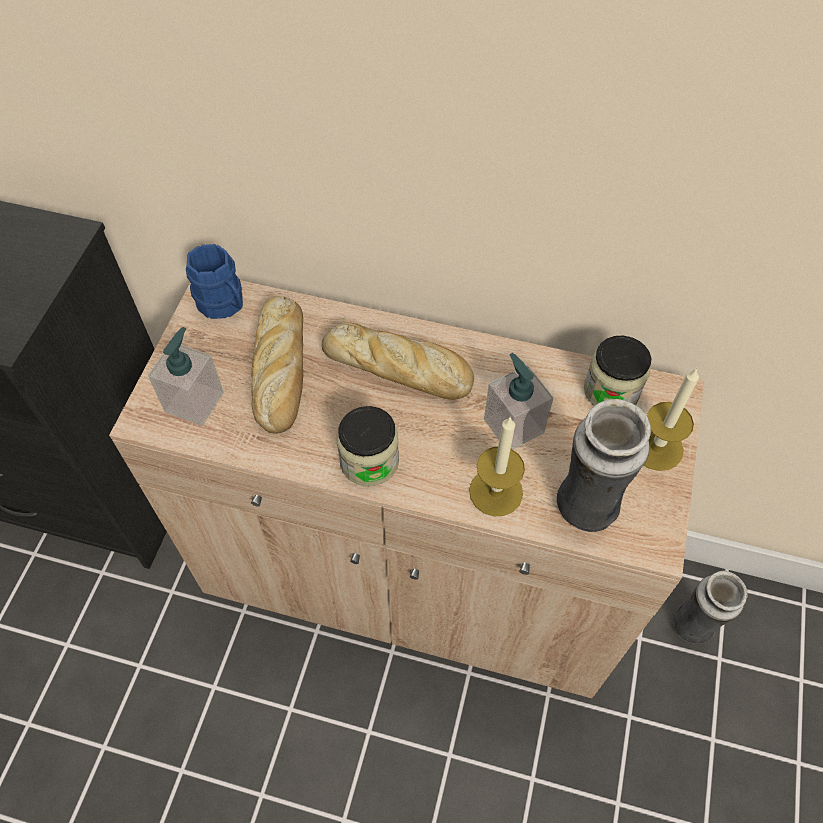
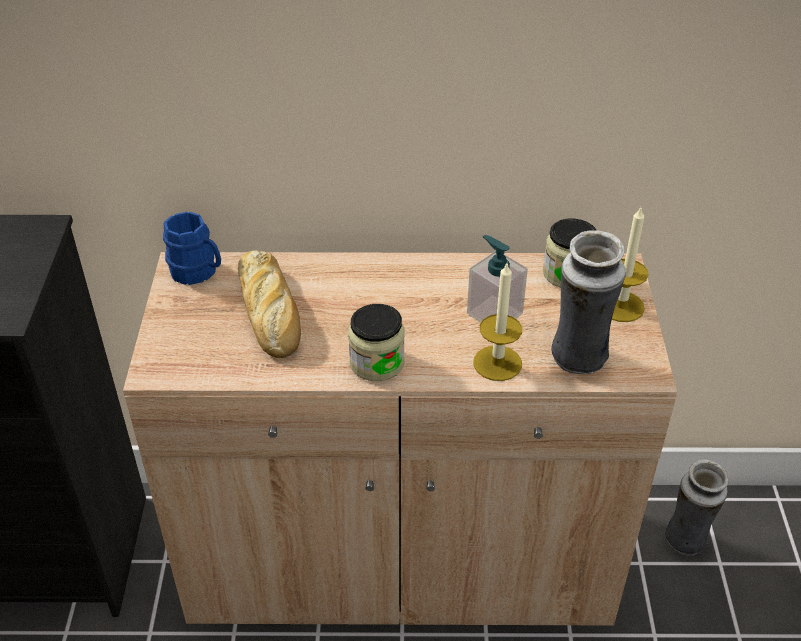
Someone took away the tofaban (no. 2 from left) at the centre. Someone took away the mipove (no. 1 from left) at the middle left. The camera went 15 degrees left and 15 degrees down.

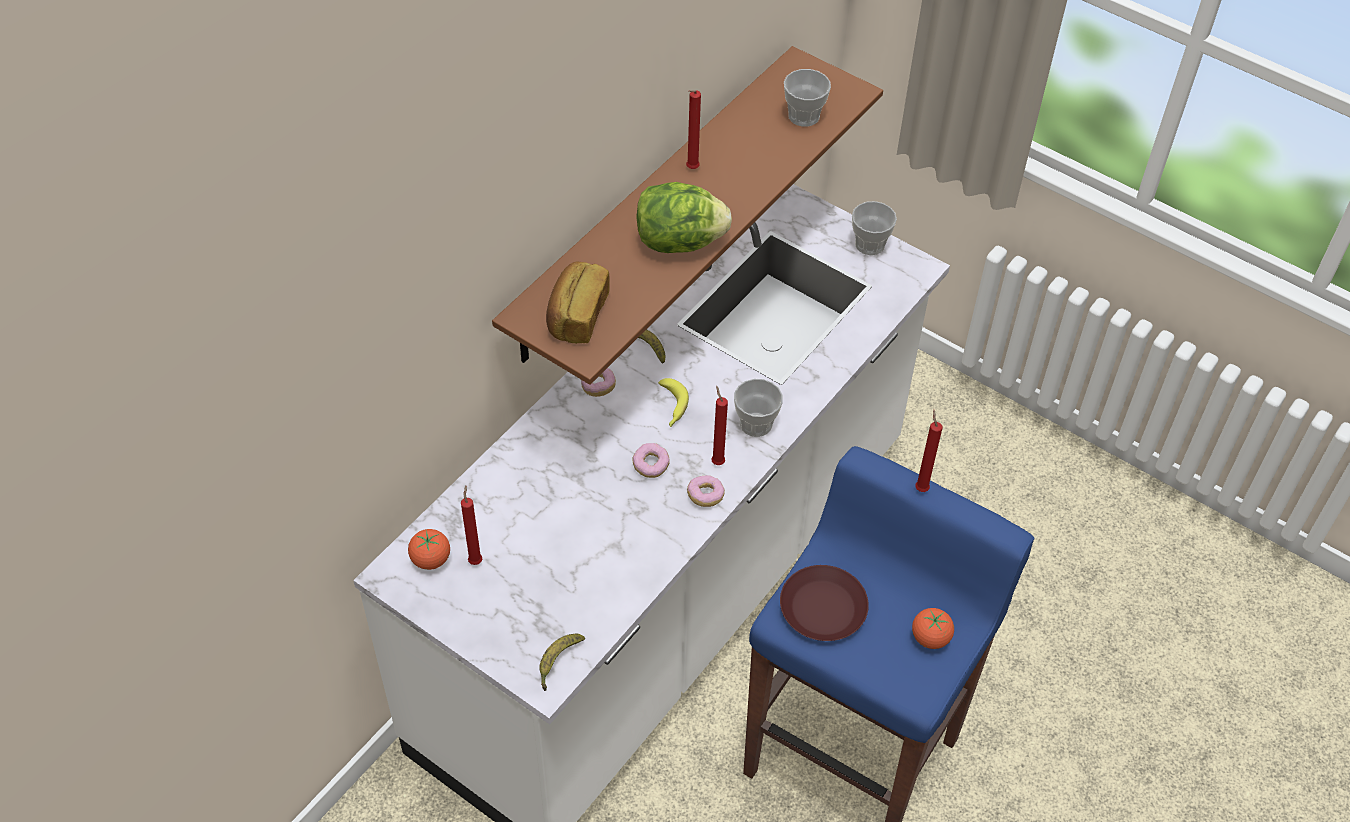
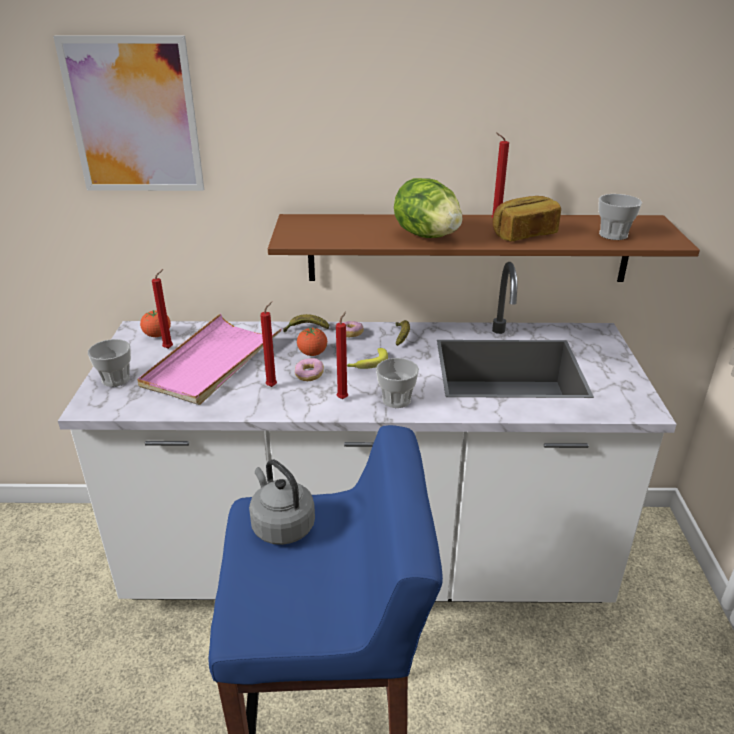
Someone carried the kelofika (no. 3 from left in the first image) from the top centre to the middle left. Someone carried the tofaban from the centre to the top right. Someone carried the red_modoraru (no. 4 from left in the first image) from the middle right to the centre. Someone took away the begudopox (no. 3 from left) at the centre. Someone swapped the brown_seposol at the bottom centre for the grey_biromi at the bottom centre. Someone carried the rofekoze (no. 2 from left) from the bottom right to the centre. Someone carried the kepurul (no. 1 from left) from the bottom centre to the centre. Someone put up the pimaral at the top left. Someone put down the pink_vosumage at the middle left. The camera went 55 degrees right and 20 degrees down.

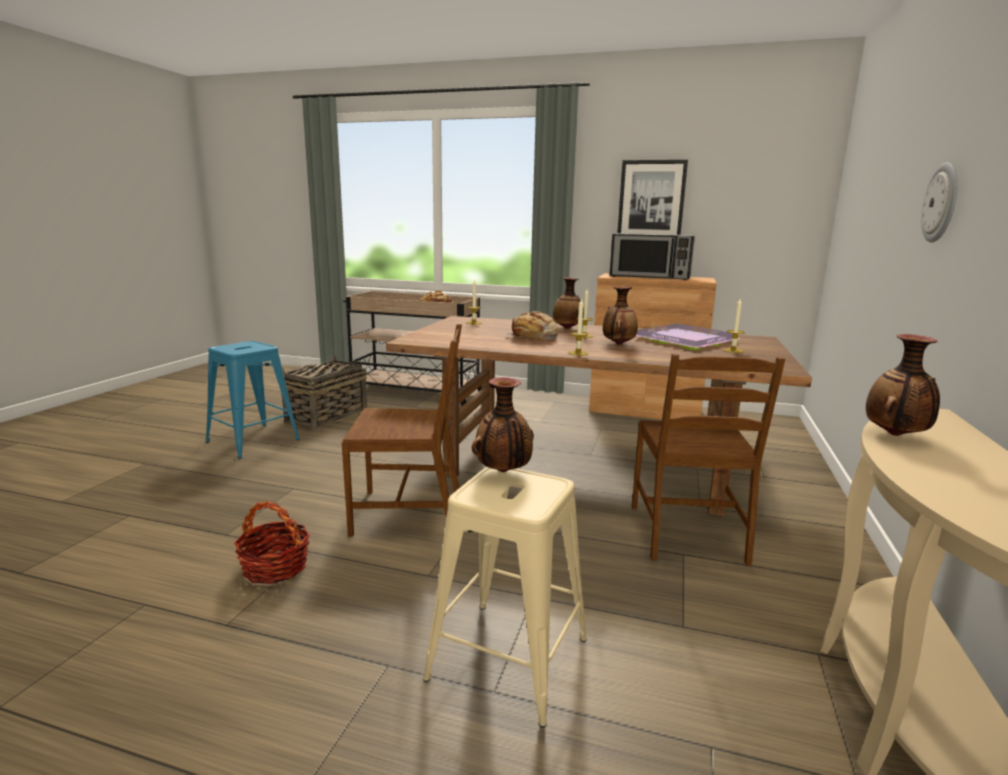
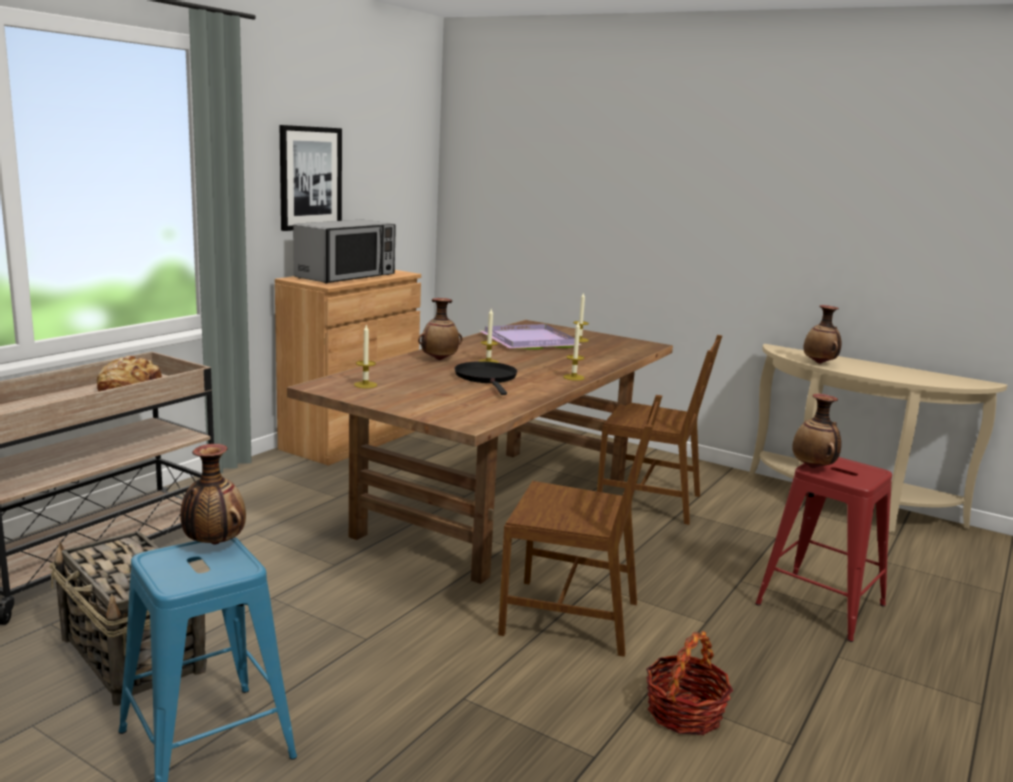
Someone took away the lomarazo at the top right. Someone carried the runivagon (no. 3 from left in the first image) from the centre to the middle left. Someone swapped the tofaban (no. 2 from left) at the centre for the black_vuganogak at the centre. Someone rotated the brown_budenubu (no. 1 from left) at the centre by 90 degrees clockwise. Someone repainted the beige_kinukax at the bottom centre, which became the red_kinukax at the bottom right. The camera went 75 degrees left and 0 degrees up.

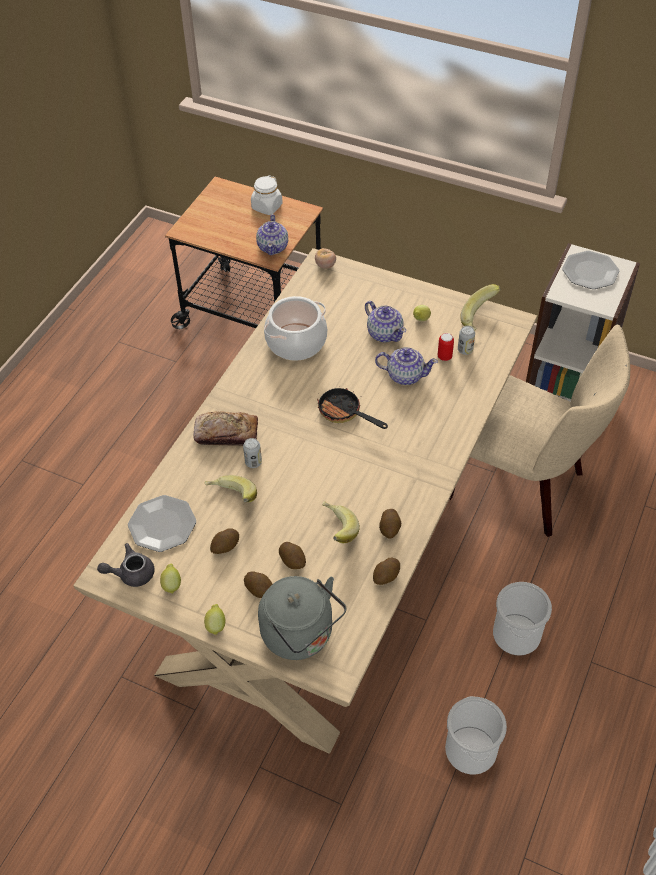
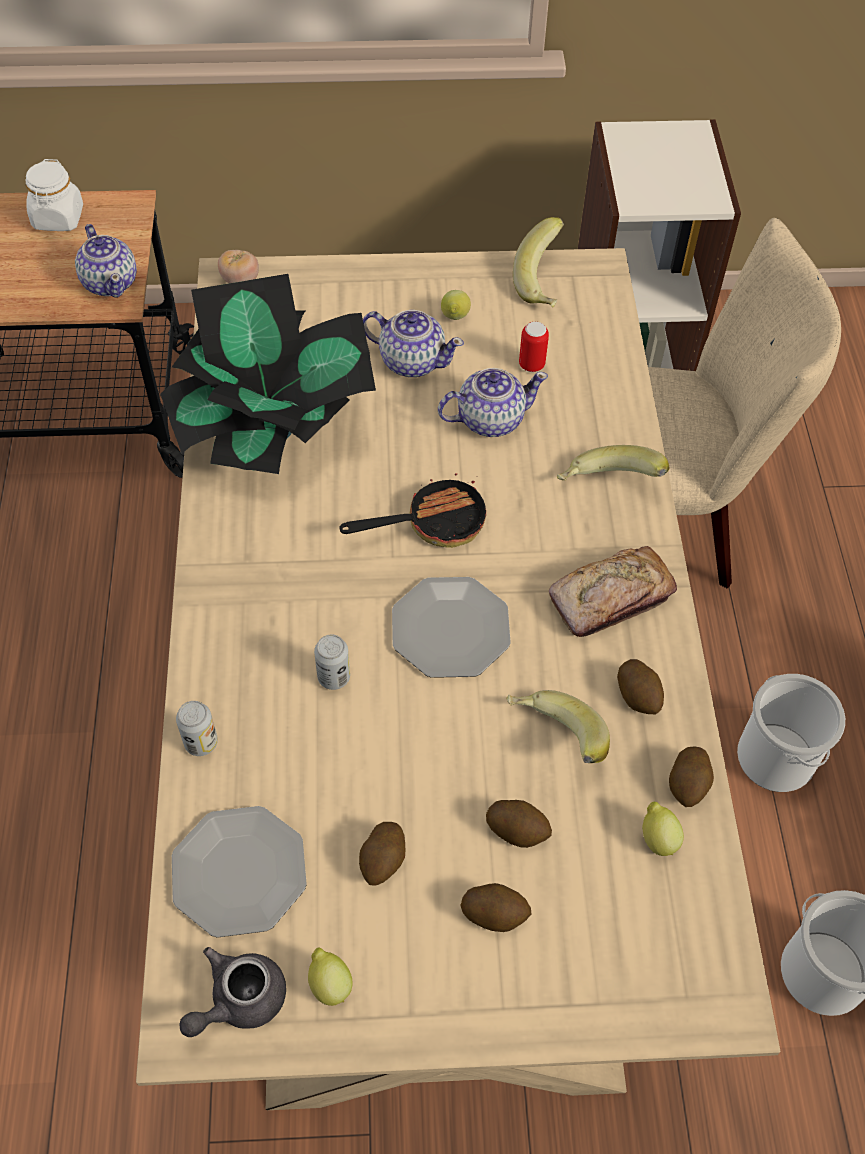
Someone carried the seposol (no. 2 from left) from the top right to the centre. Someone swapped the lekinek at the centre for the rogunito at the top left. Someone carried the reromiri (no. 3 from left in the first image) from the middle right to the middle left. Someone rotated the vuganogak at the centre by 150 degrees clockwise. Someone carried the tofaban from the centre to the middle right. Someone carried the kepurul (no. 1 from left in the first image) from the centre to the middle right. Someone took away the grey_biromi at the bottom centre. Someone carried the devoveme (no. 2 from left in the first image) from the bottom left to the bottom right. The camera went 30 degrees left and 5 degrees up.

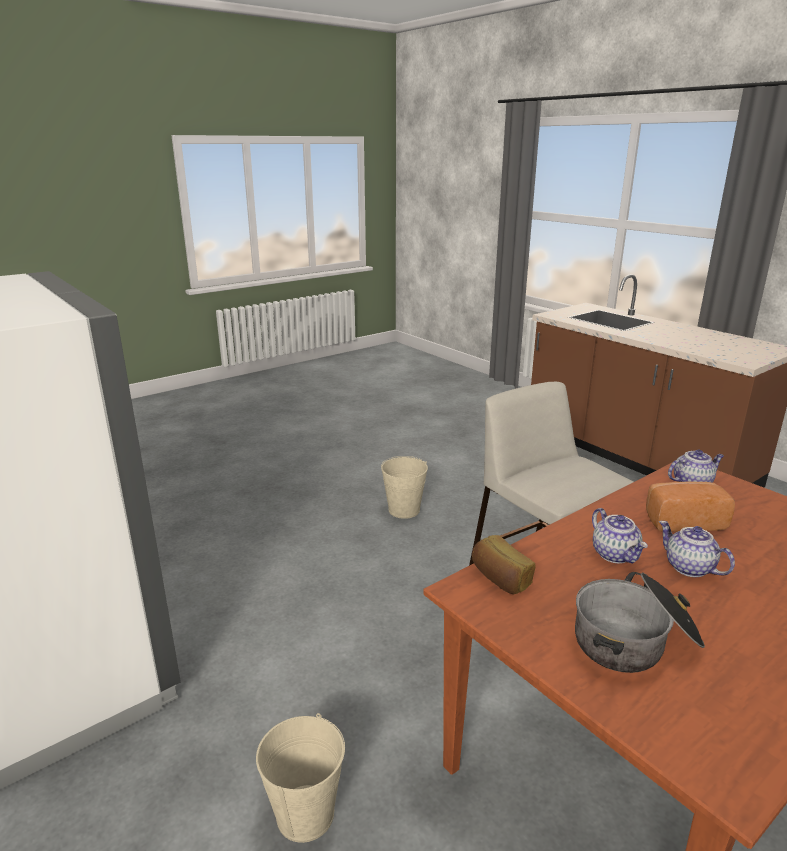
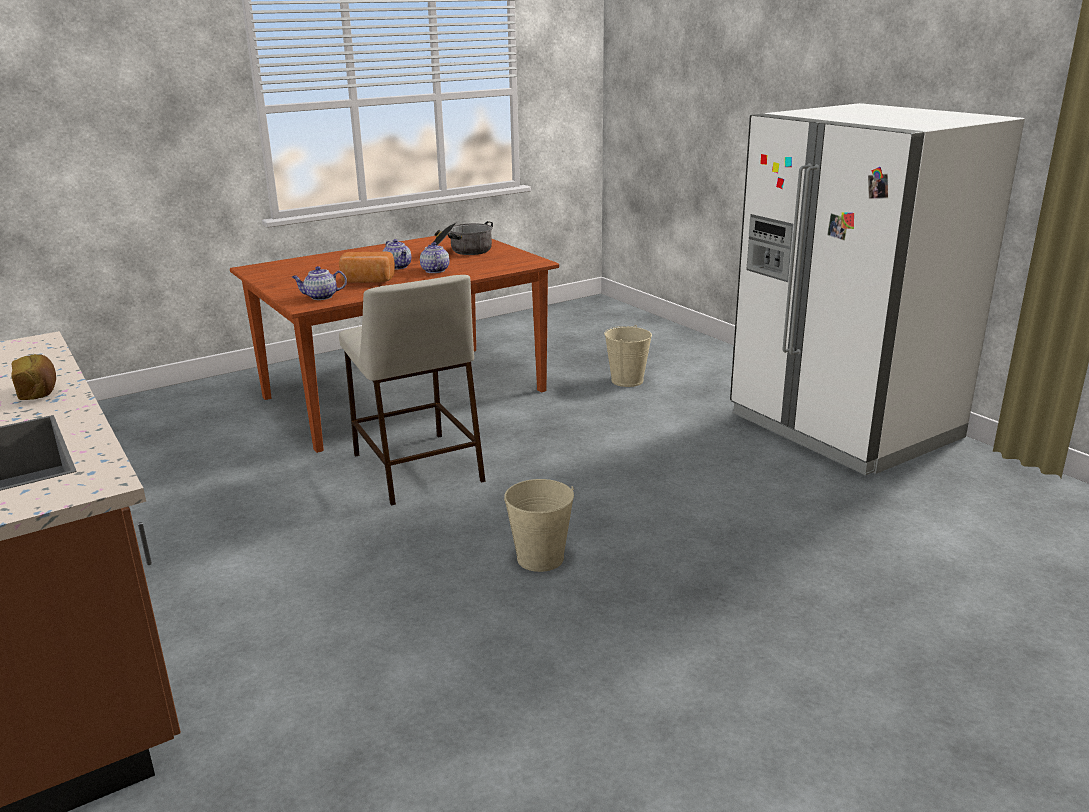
Someone carried the tofaban (no. 1 from left) from the centre to the middle left. The camera went 175 degrees left and 0 degrees up.

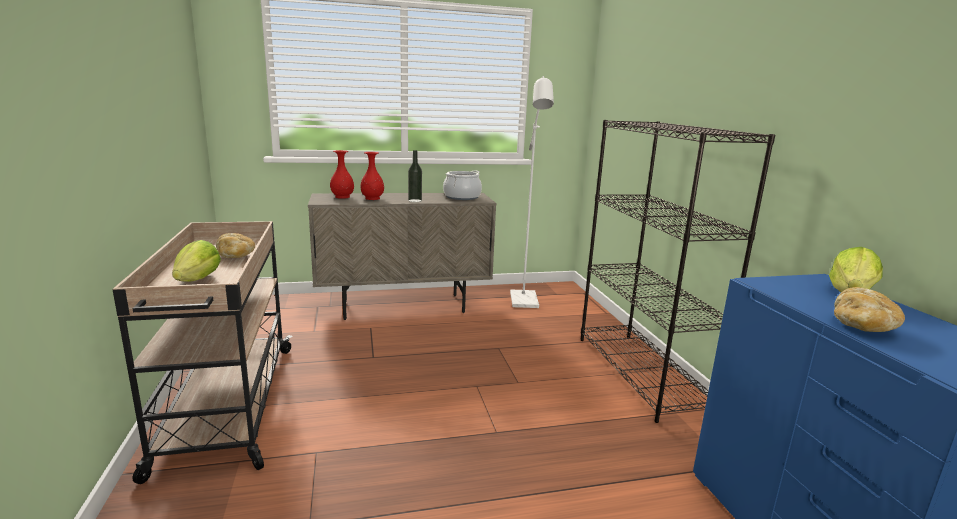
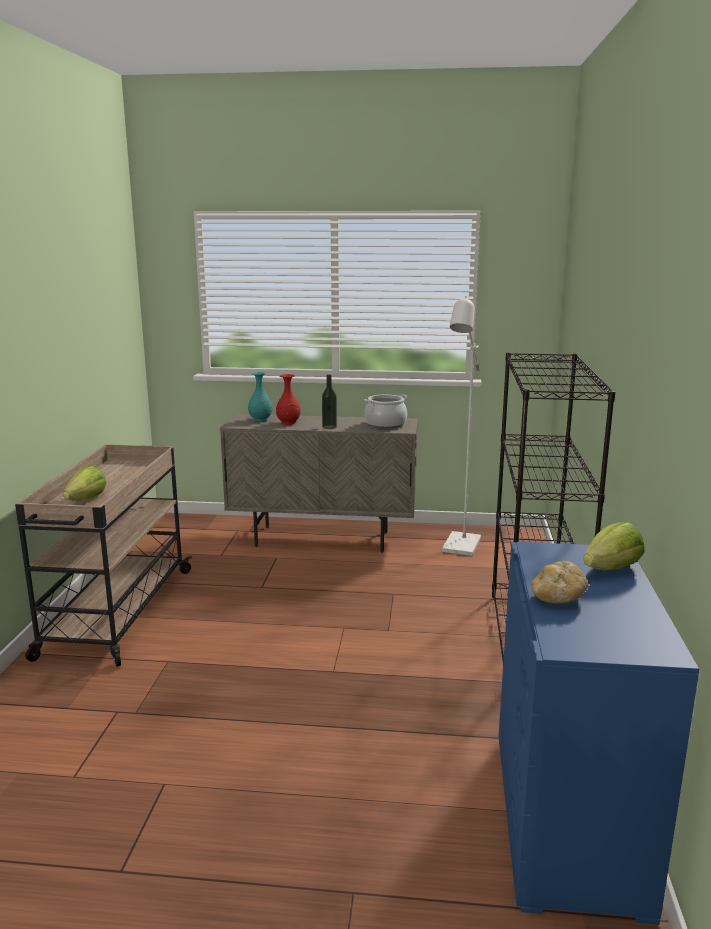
Someone repainted the red_runivagon (no. 1 from left) at the centre, which became the turquoise_runivagon at the centre. Someone took away the tofaban (no. 1 from left) at the middle left. The camera went 20 degrees right and 0 degrees up.

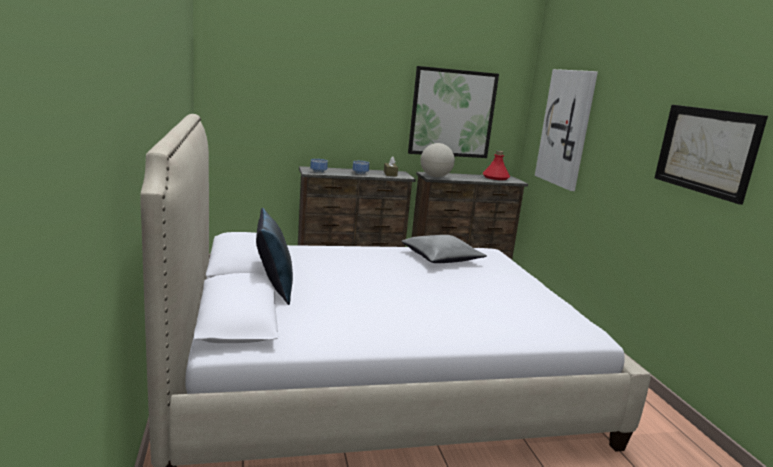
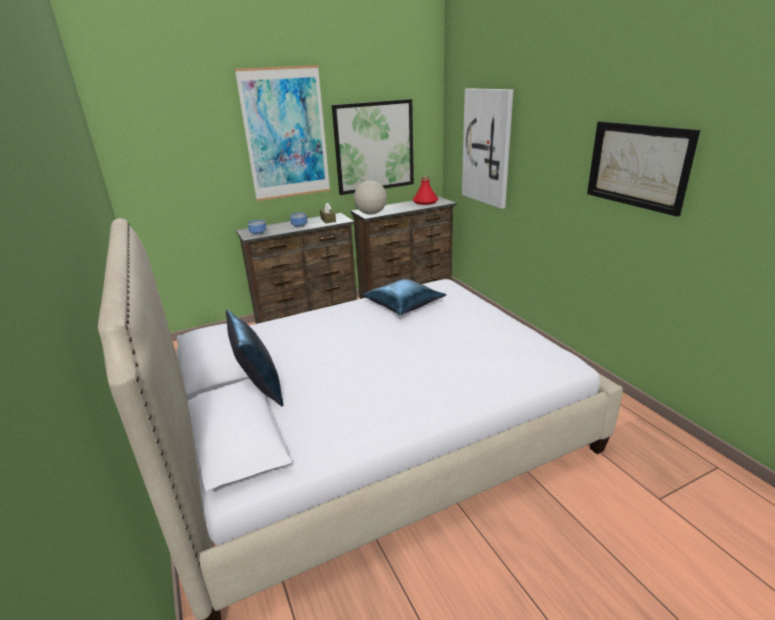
Someone repainted the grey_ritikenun at the centre, which became the blue_ritikenun (no. 2 from left) at the centre. Someone put up the pimaral (no. 1 from left) at the top centre. The camera went 10 degrees left and 10 degrees up.

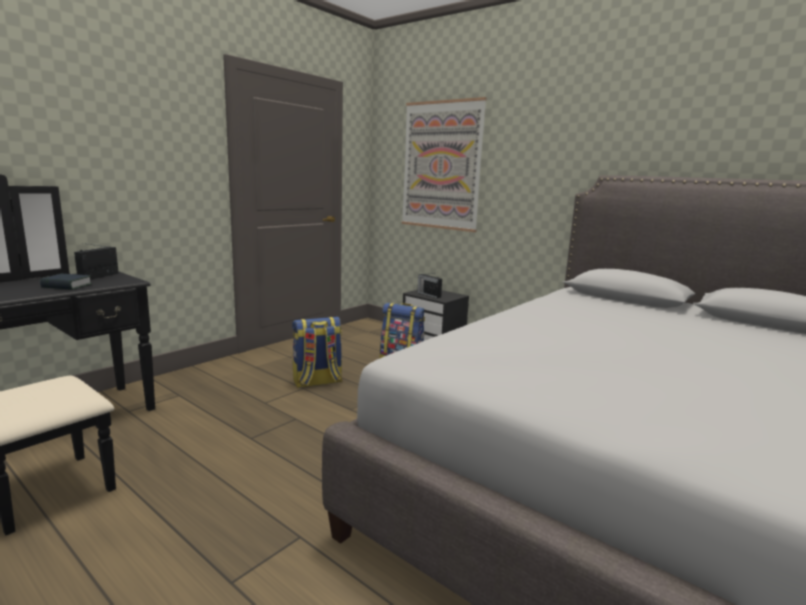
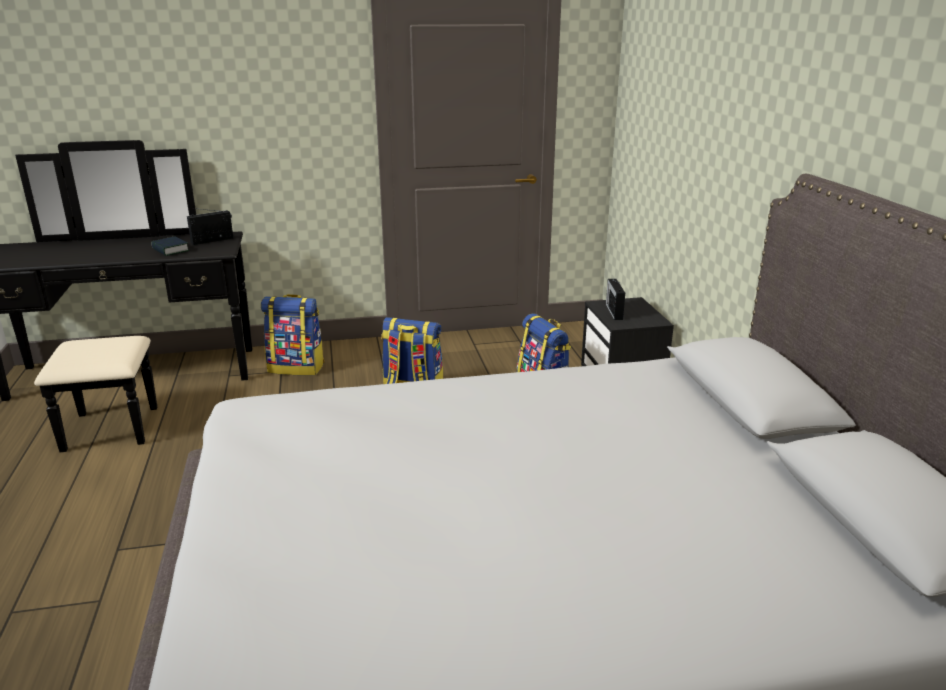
Someone took away the pimaral at the top centre. Someone put down the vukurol (no. 1 from left) at the middle left. The camera went 40 degrees right and 10 degrees up.

